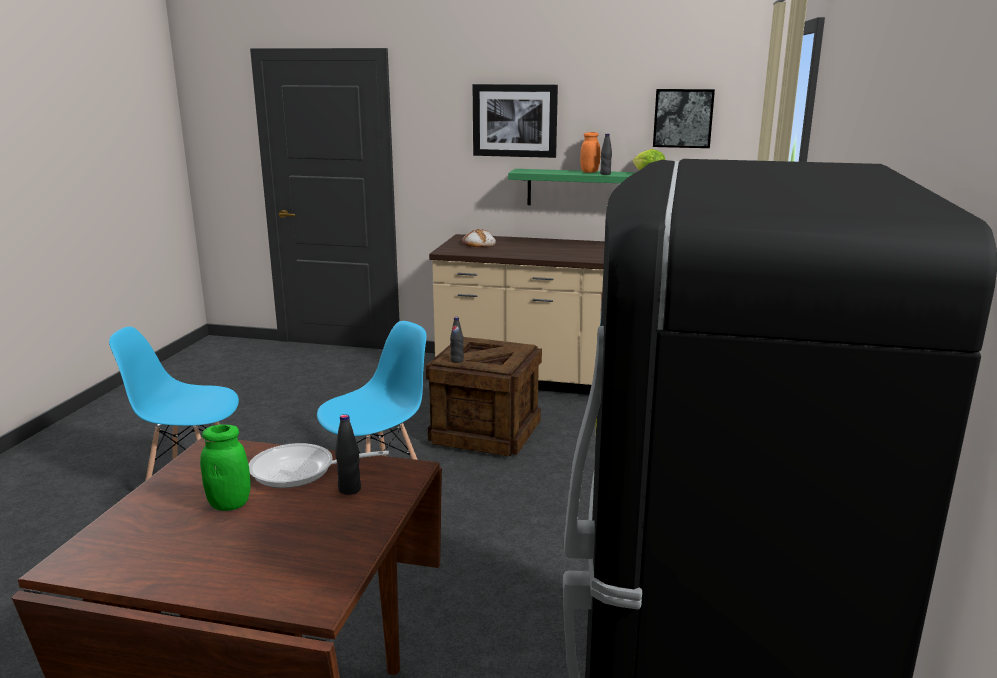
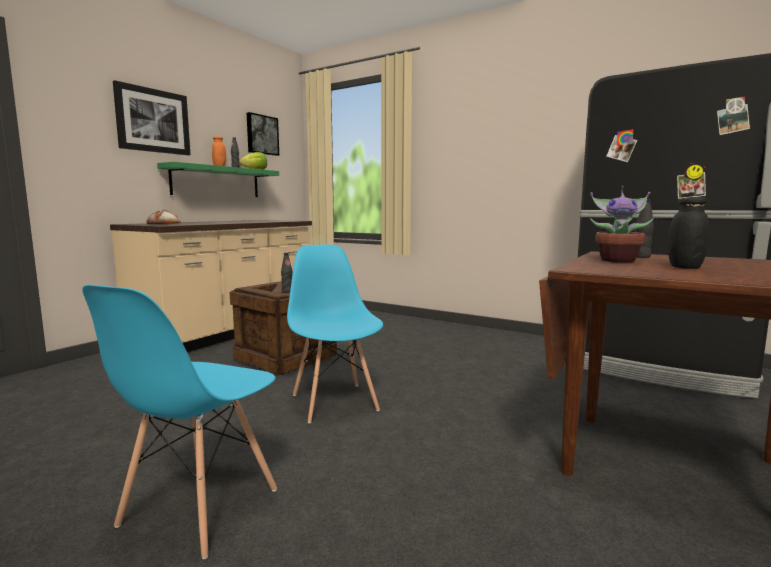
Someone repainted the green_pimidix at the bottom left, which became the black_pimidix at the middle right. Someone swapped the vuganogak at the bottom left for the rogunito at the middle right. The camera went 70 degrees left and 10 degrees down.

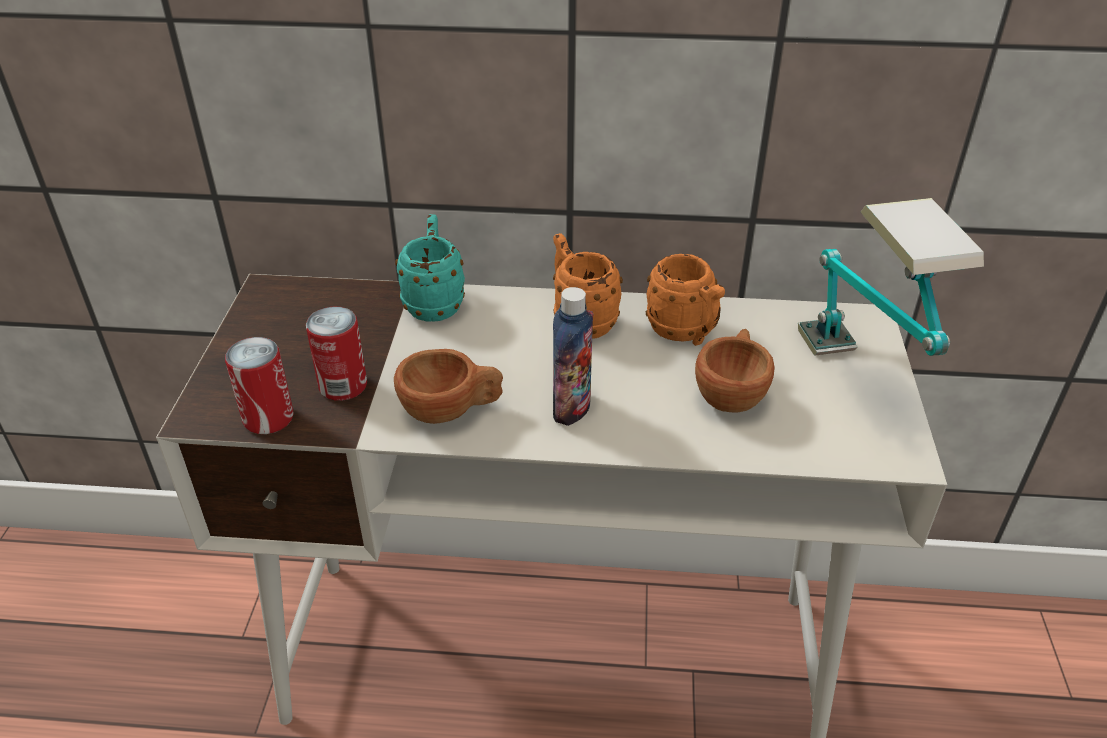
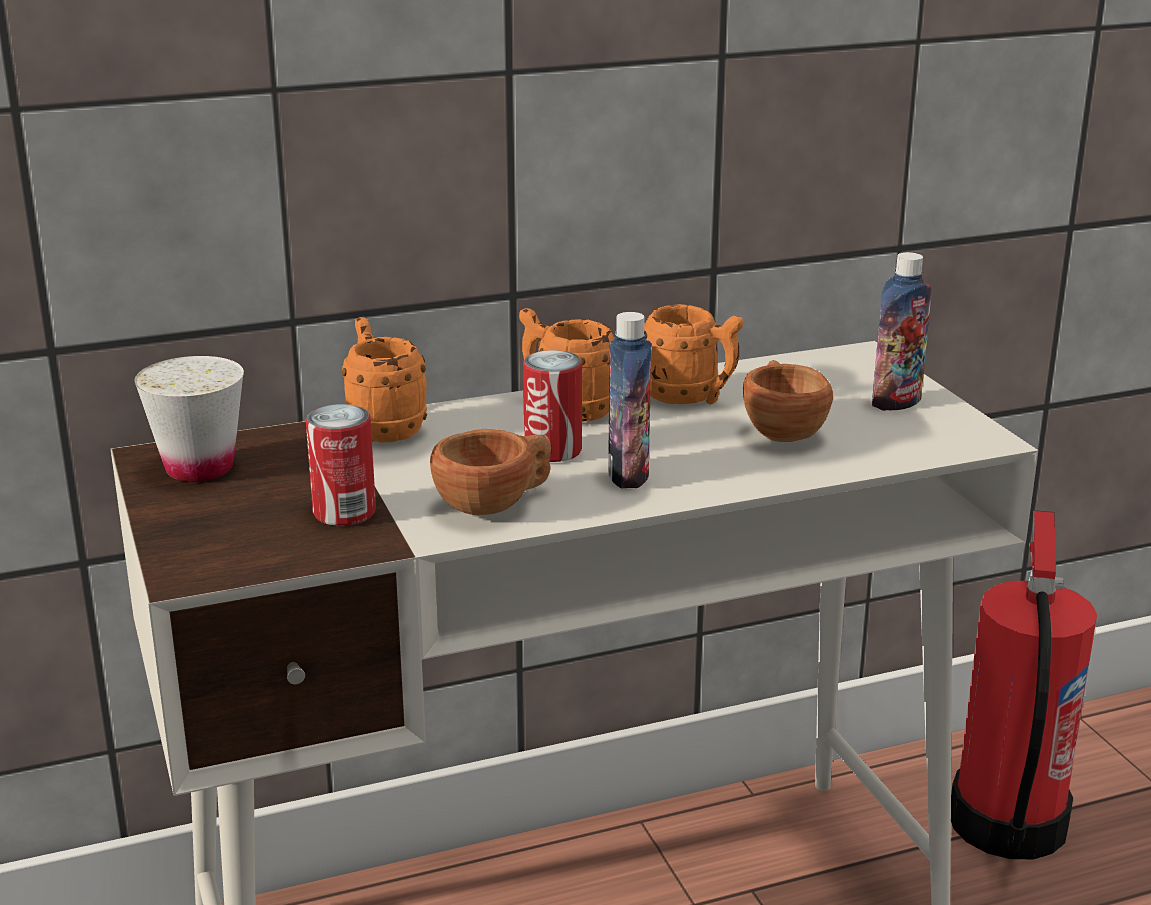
Someone swapped the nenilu at the middle right for the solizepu (no. 2 from left) at the middle right. Someone repainted the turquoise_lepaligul at the centre, which became the orange_lepaligul (no. 1 from left) at the centre. Someone carried the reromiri (no. 1 from left in the first image) from the middle left to the centre. Someone put down the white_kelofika at the middle left. Someone put down the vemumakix at the bottom right. The camera went 25 degrees left and 15 degrees down.

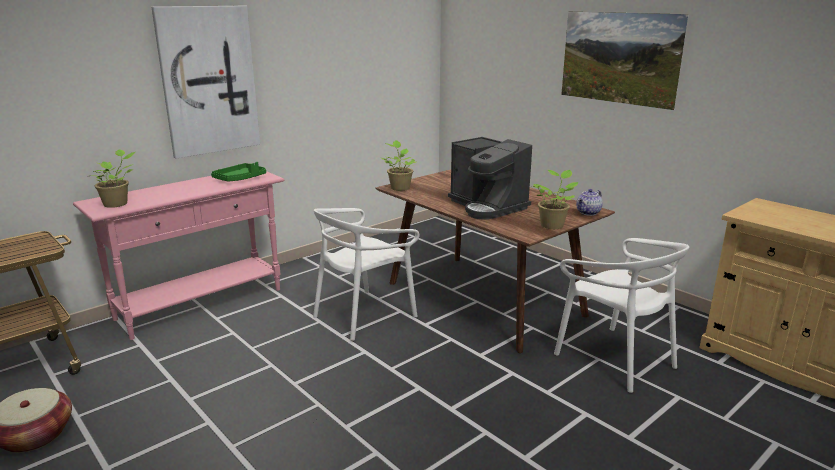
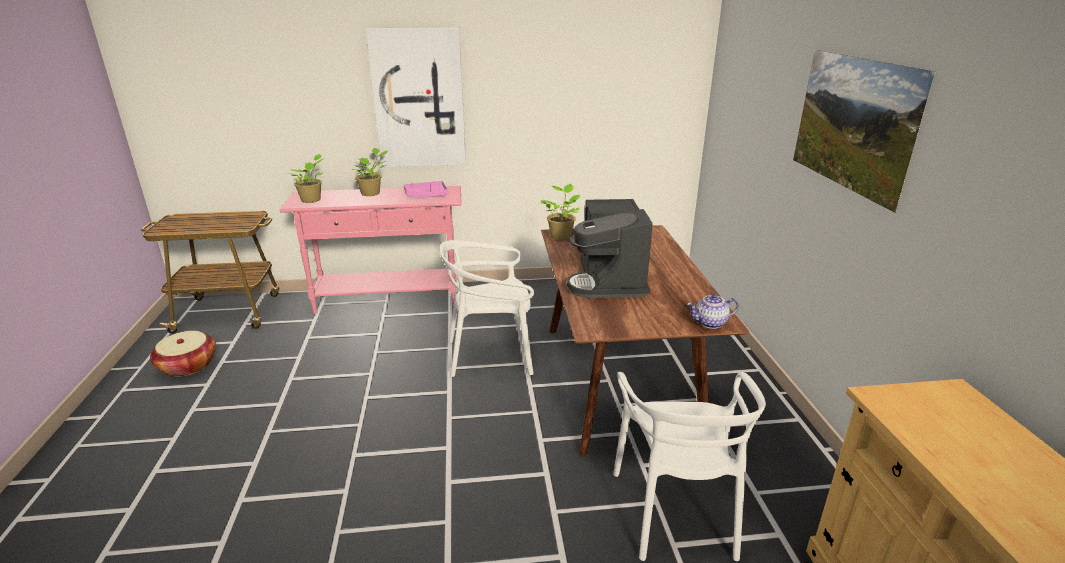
Someone repainted the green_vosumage at the middle left, which became the pink_vosumage at the centre. Someone carried the rogunito (no. 3 from left in the first image) from the centre to the top centre. The camera went 35 degrees right and 5 degrees up.

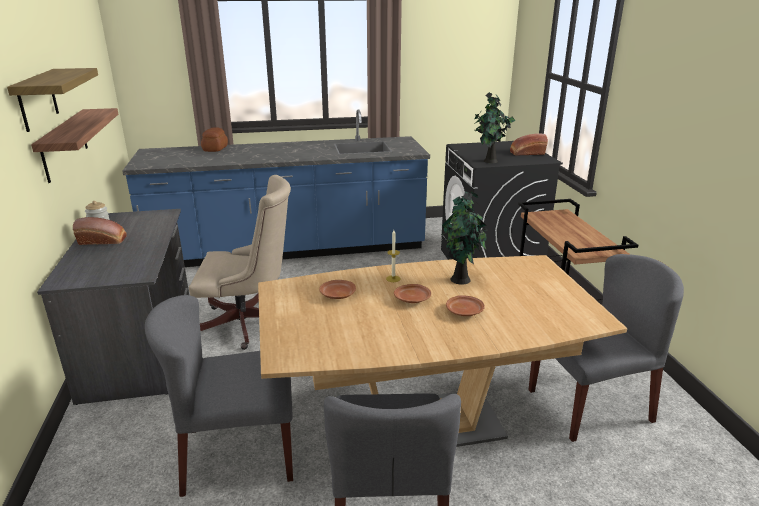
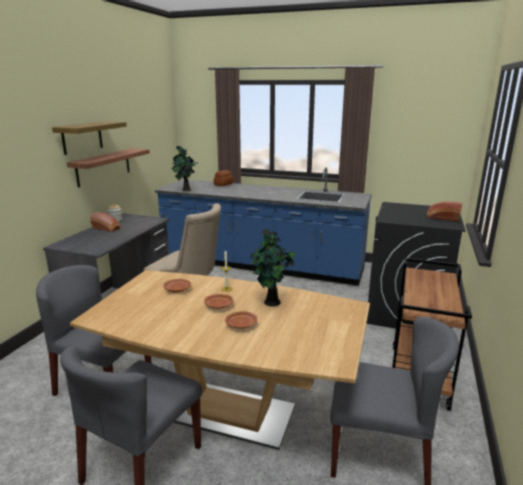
Someone carried the rogunito (no. 2 from left in the first image) from the top centre to the centre. The camera went 30 degrees right and 5 degrees down.

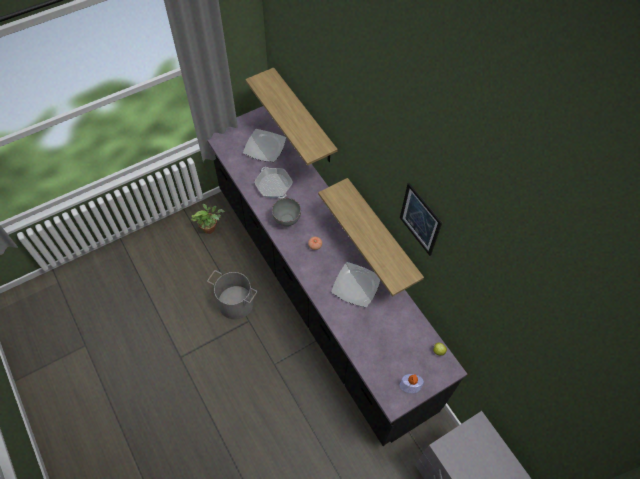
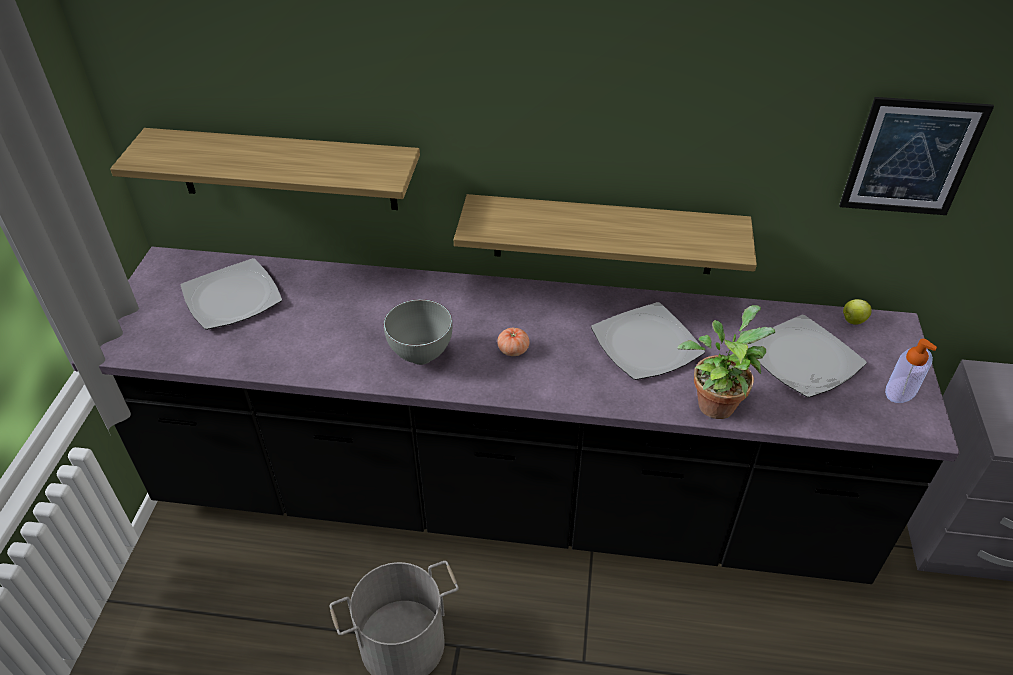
Someone took away the vuganogak at the centre. Someone carried the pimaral from the centre to the top right. Someone carried the rogunito from the middle left to the middle right. Someone put down the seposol (no. 3 from left) at the middle right. The camera went 50 degrees left and 15 degrees down.

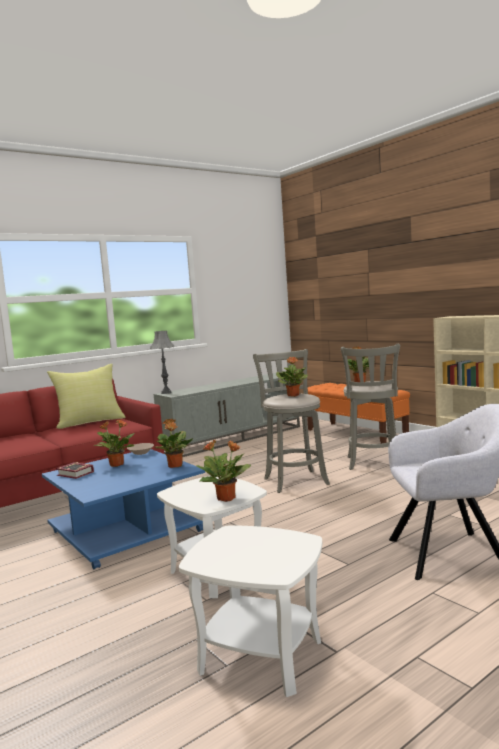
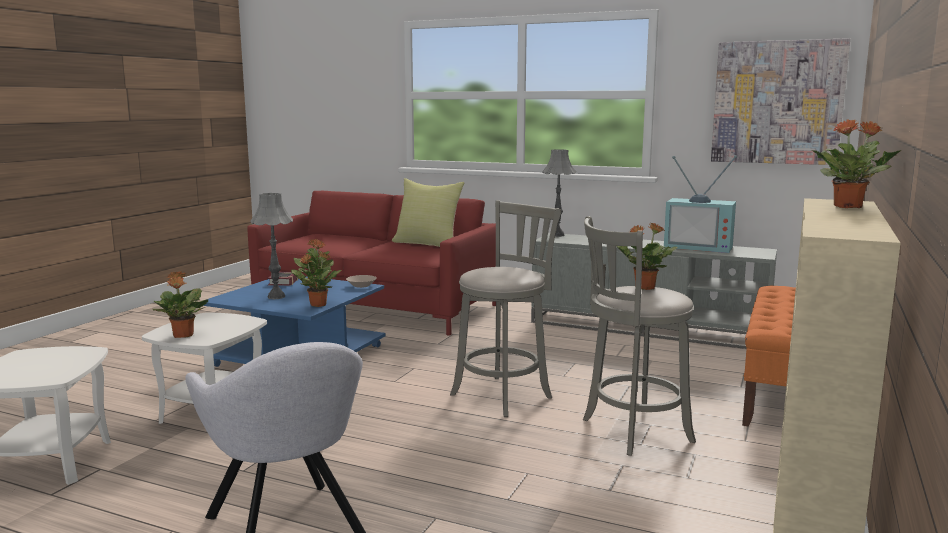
Someone carried the rogunito (no. 4 from left in the first image) from the centre to the top right. Someone put up the pimaral at the top right. Someone put down the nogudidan at the middle right. Someone put down the grey_nenilu (no. 1 from left) at the middle left. The camera went 60 degrees right and 5 degrees up.

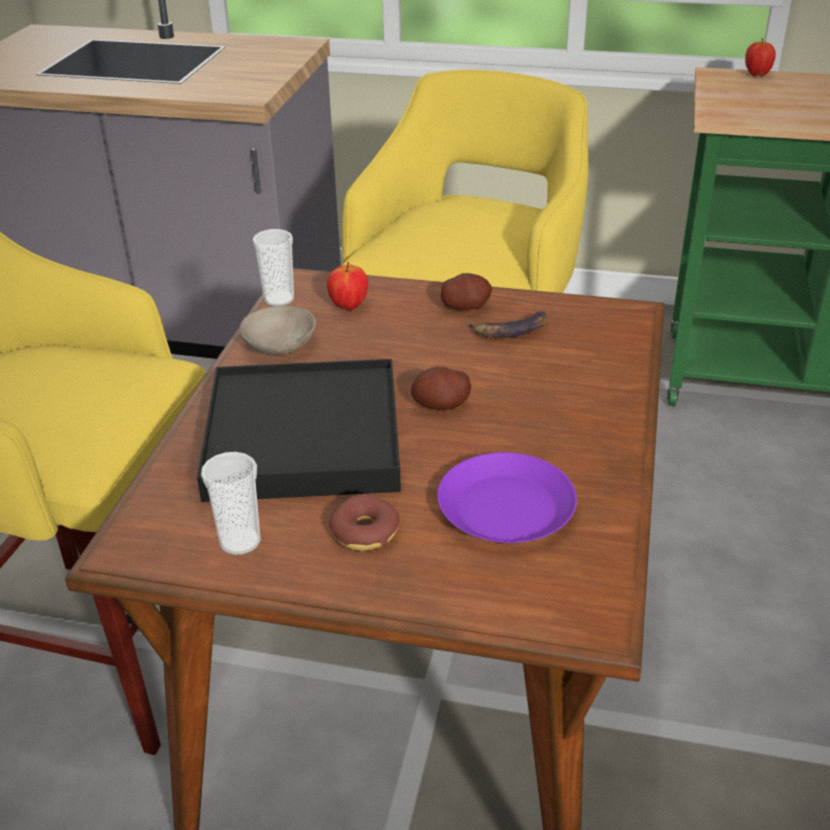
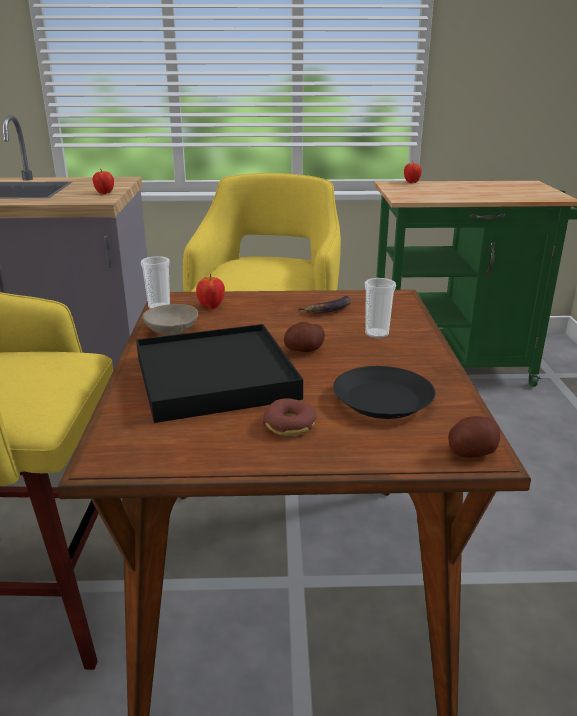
Someone carried the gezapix (no. 2 from left) from the centre to the middle right. Someone carried the kelofika (no. 1 from left in the first image) from the middle left to the centre. Someone repainted the purple_seposol at the centre, which became the black_seposol at the centre. Someone put down the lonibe (no. 1 from left) at the top left. The camera went 15 degrees left and 10 degrees down.

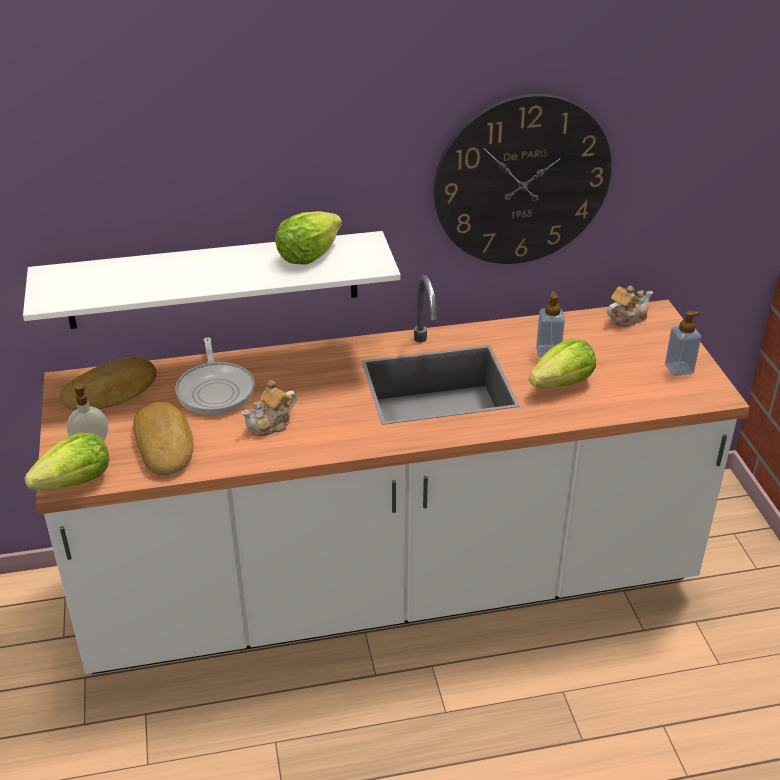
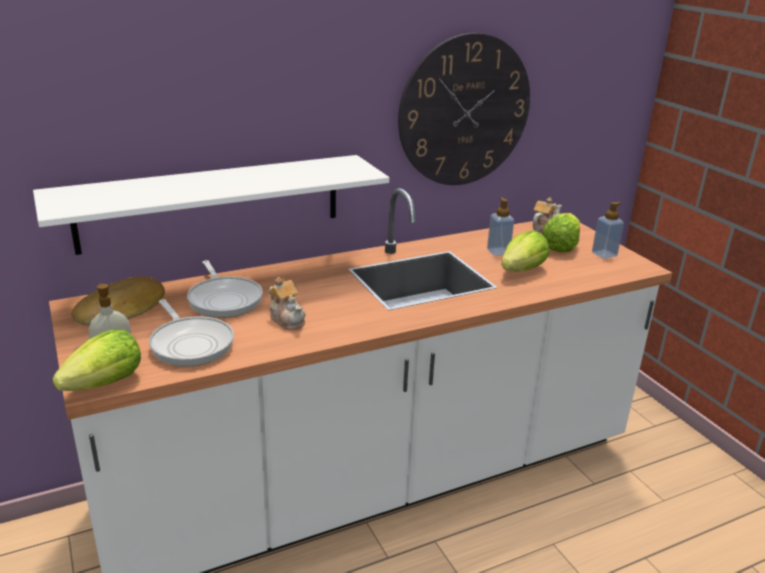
Someone carried the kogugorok (no. 2 from left in the first image) from the top centre to the middle right. Someone rotated the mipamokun (no. 1 from left) at the centre by 75 degrees counterclockwise. Someone swapped the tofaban (no. 2 from left) at the middle left for the vuganogak (no. 1 from left) at the middle left. The camera went 15 degrees left and 10 degrees down.

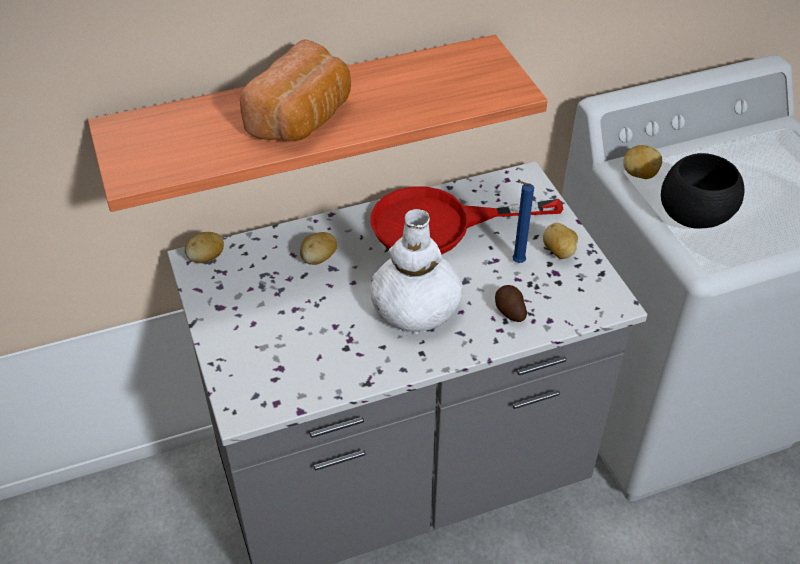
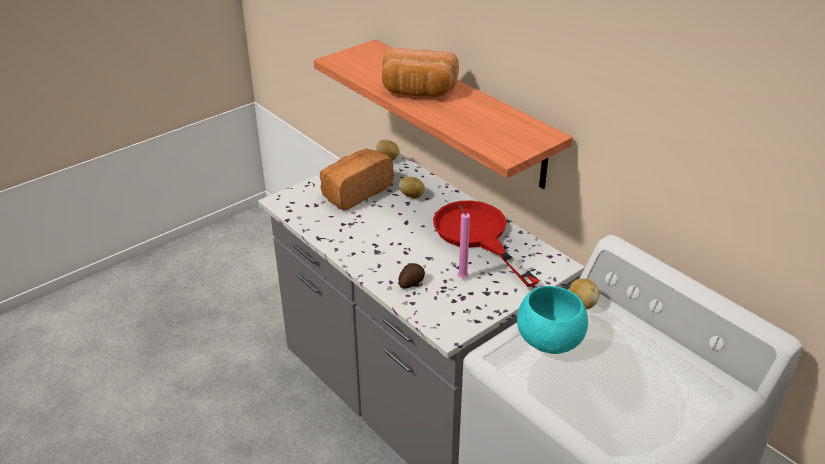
Someone repainted the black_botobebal at the middle right, which became the turquoise_botobebal at the bottom right. Someone repainted the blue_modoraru at the centre, which became the pink_modoraru at the centre. Someone took away the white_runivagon at the centre. Someone took away the gezapix (no. 4 from left) at the middle right. Someone put down the tofaban (no. 1 from left) at the centre. The camera went 70 degrees right and 10 degrees down.

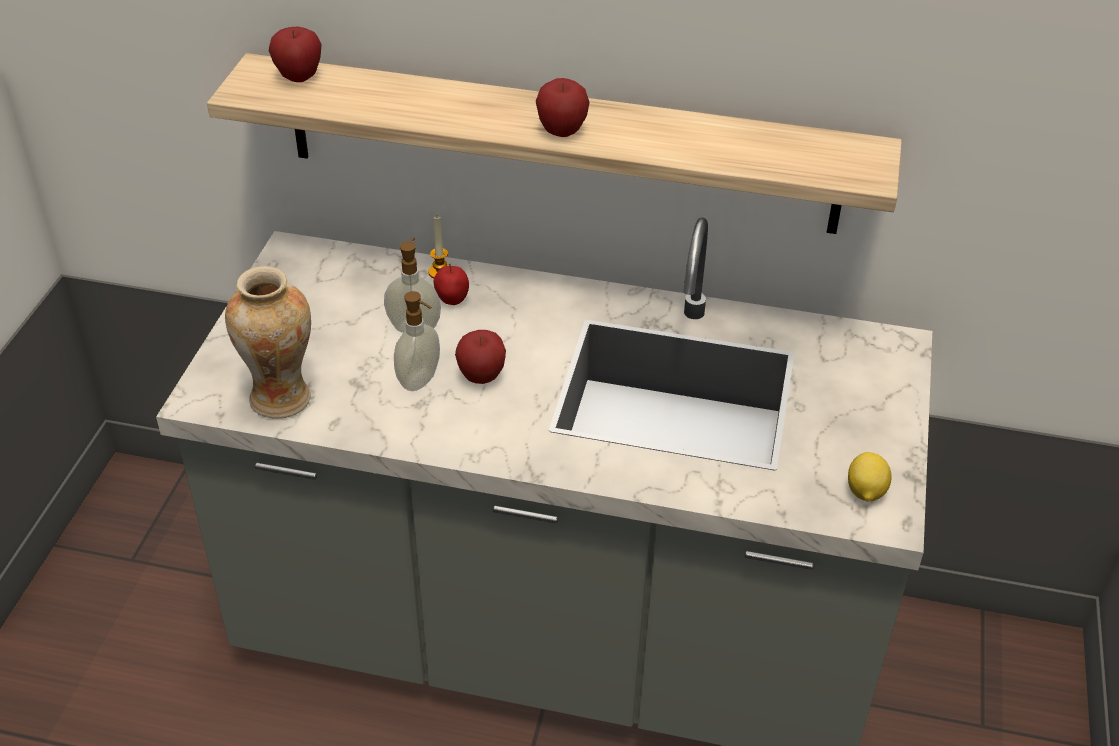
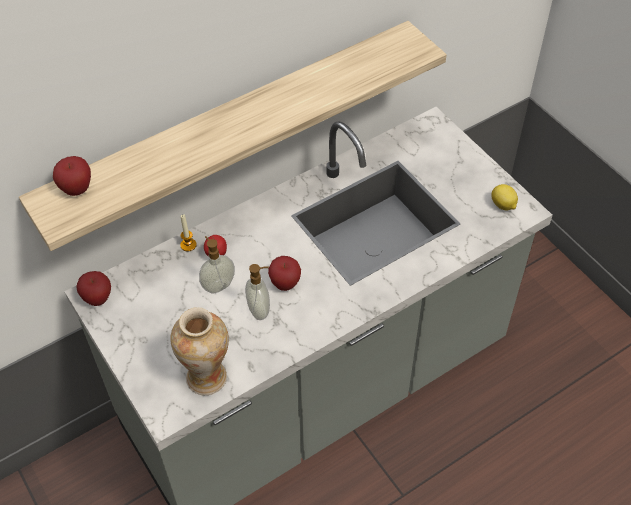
Someone carried the lonibe (no. 4 from left in the first image) from the top centre to the middle left. The camera went 45 degrees left and 10 degrees up.

